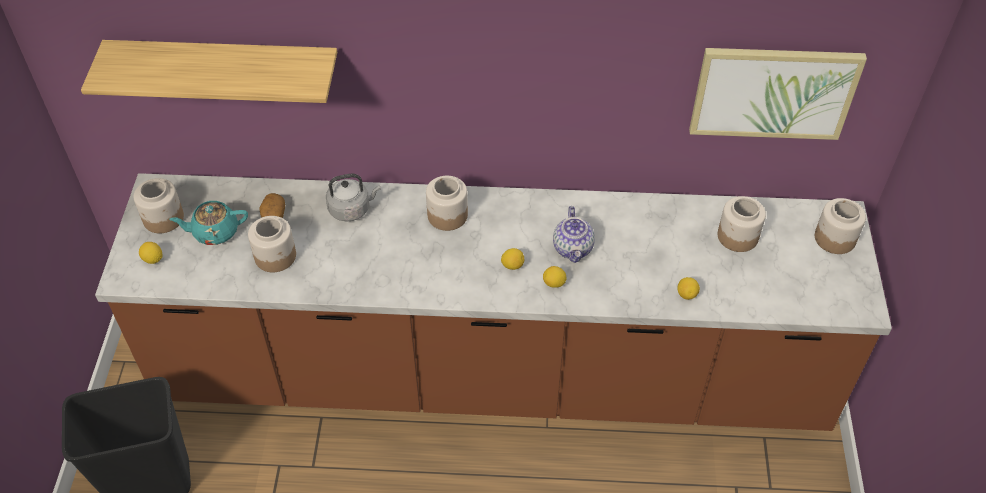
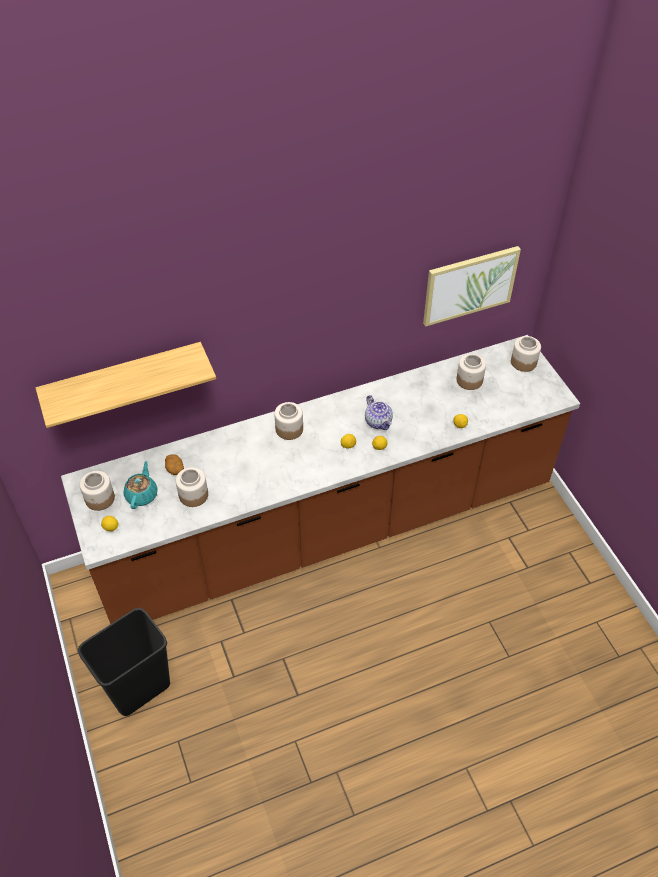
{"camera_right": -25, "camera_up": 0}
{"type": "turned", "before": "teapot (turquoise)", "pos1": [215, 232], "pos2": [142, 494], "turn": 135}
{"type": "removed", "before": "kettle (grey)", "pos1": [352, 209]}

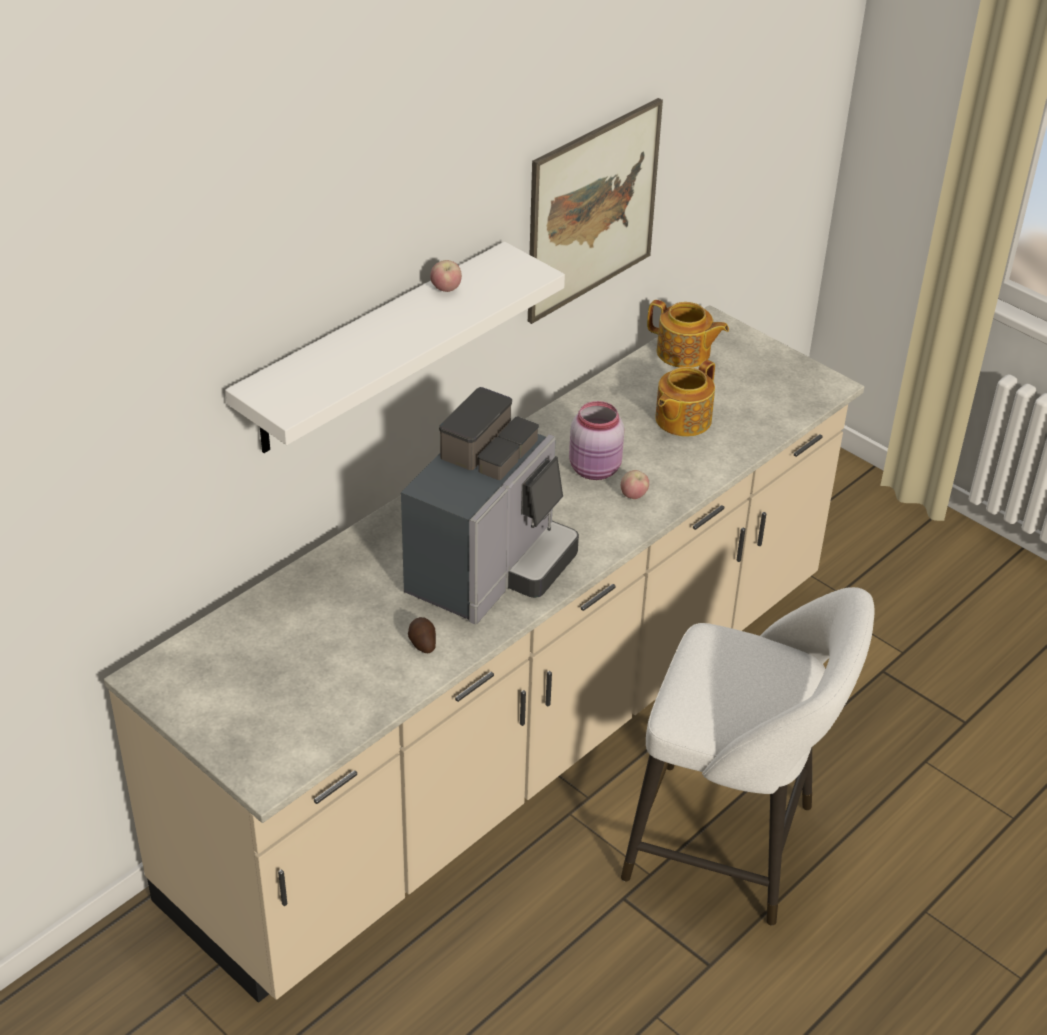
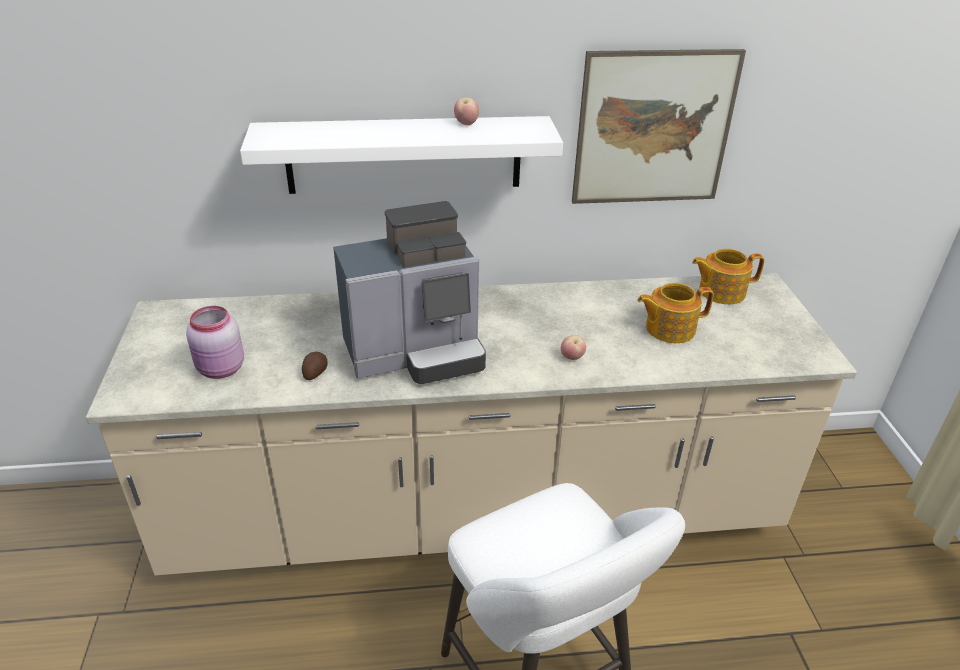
{"camera_right": 40, "camera_up": -5}
{"type": "moved", "before": "jar (pink)", "pos1": [596, 470], "pos2": [221, 370]}
{"type": "turned", "before": "teapot", "pos1": [684, 353], "pos2": [720, 291], "turn": 105}

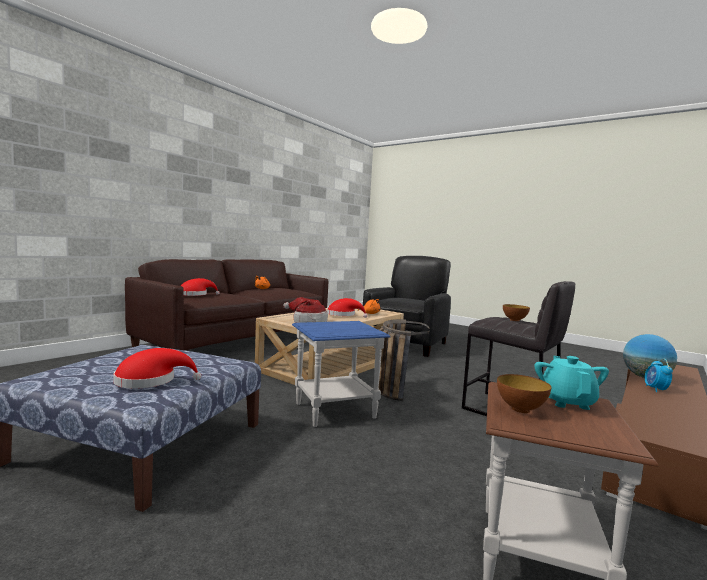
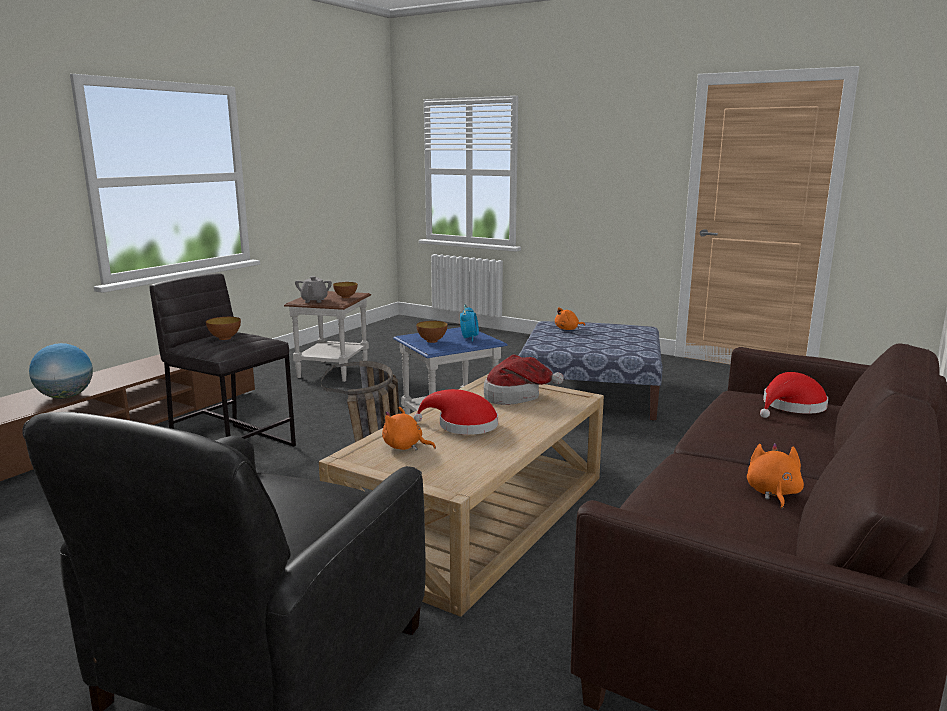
{"camera_right": 175, "camera_up": 10}
{"type": "replaced", "before": "hat (red)", "after": "plush toy (orange)", "pos1": [150, 381], "pos2": [568, 329]}
{"type": "recoloured", "before": "teapot (turquoise)", "after": "teapot (grey)", "pos1": [567, 402], "pos2": [314, 300]}
{"type": "moved", "before": "alarm clock", "pos1": [656, 389], "pos2": [469, 338]}
{"type": "added", "after": "bowl", "pos2": [432, 341]}

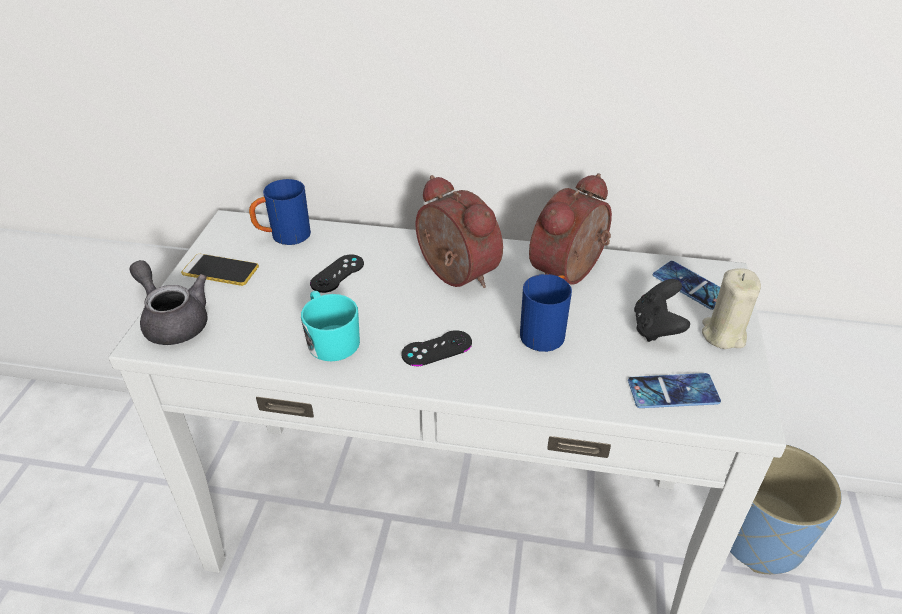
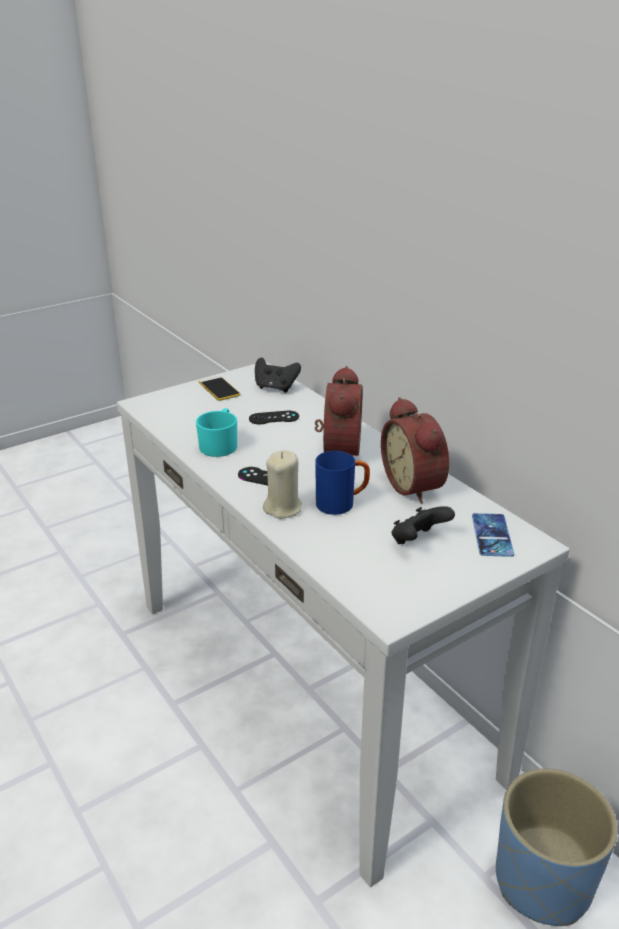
{"camera_right": 45, "camera_up": -10}
{"type": "removed", "before": "teapot (grey)", "pos1": [173, 320]}
{"type": "replaced", "before": "mug (blue)", "after": "game controller (black)", "pos1": [283, 237], "pos2": [275, 388]}
{"type": "turned", "before": "alarm clock", "pos1": [571, 273], "pos2": [415, 485], "turn": -105}
{"type": "removed", "before": "phone", "pos1": [673, 391]}
{"type": "moved", "before": "candle (beige)", "pos1": [723, 334], "pos2": [283, 508]}

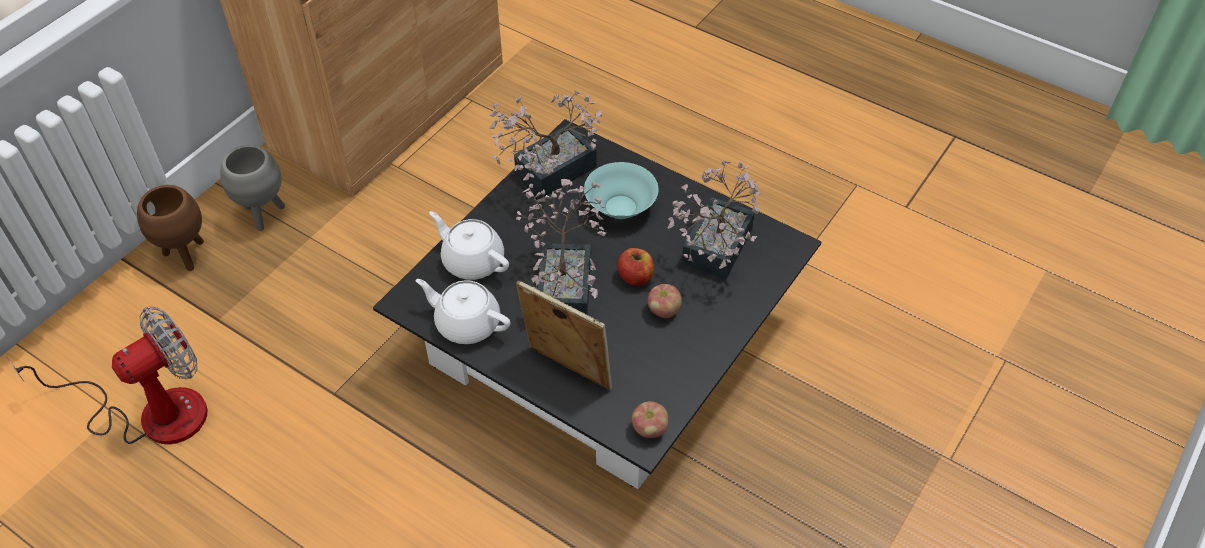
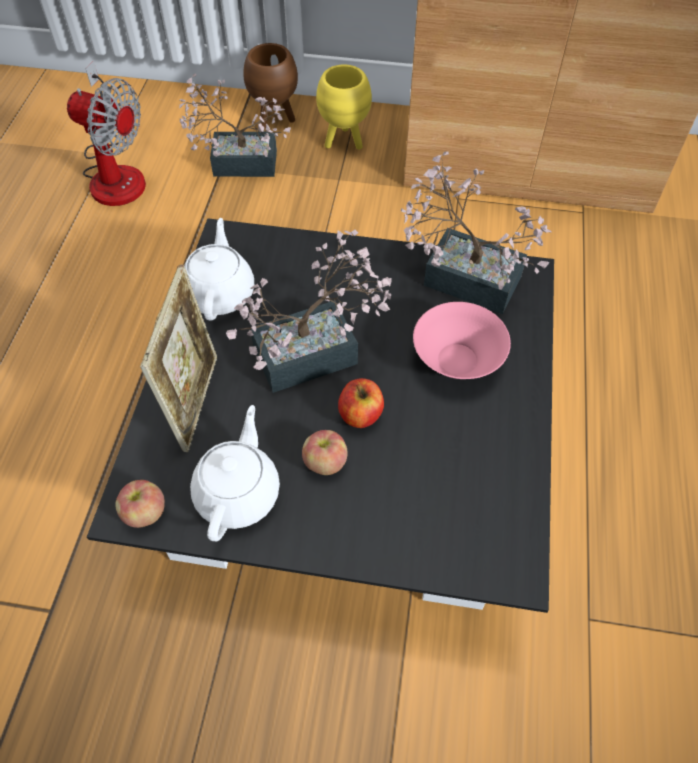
{"camera_right": 65, "camera_up": 5}
{"type": "recoloured", "before": "planter (grey)", "after": "planter (yellow)", "pos1": [264, 214], "pos2": [344, 141]}
{"type": "moved", "before": "teapot (white)", "pos1": [472, 260], "pos2": [239, 492]}
{"type": "recoloured", "before": "bowl (turquoise)", "after": "bowl (pink)", "pos1": [621, 207], "pos2": [457, 361]}
{"type": "moved", "before": "potted plant", "pos1": [712, 253], "pos2": [237, 162]}

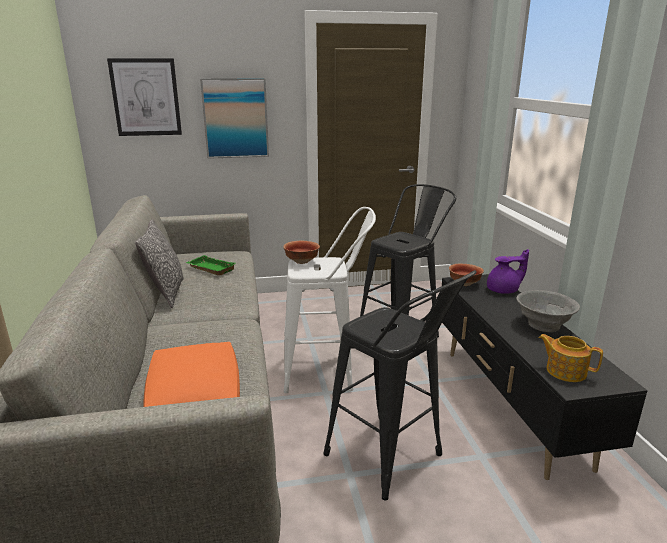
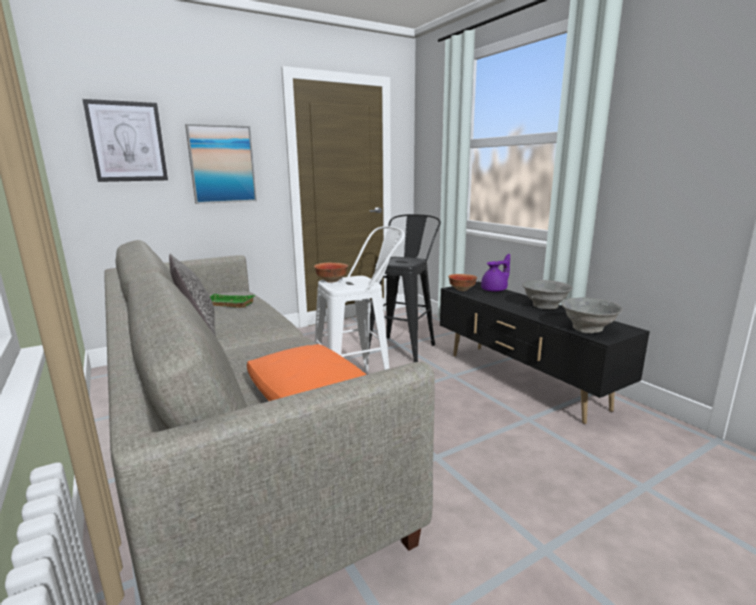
{"camera_right": -20, "camera_up": -5}
{"type": "removed", "before": "stool (black)", "pos1": [392, 461]}
{"type": "replaced", "before": "teapot", "after": "bowl (grey)", "pos1": [565, 371], "pos2": [588, 329]}

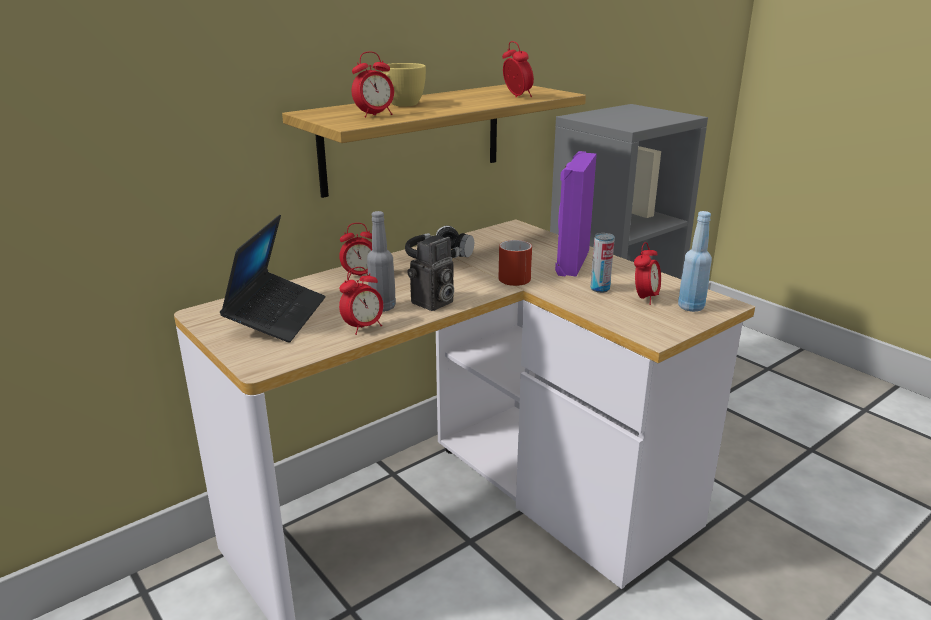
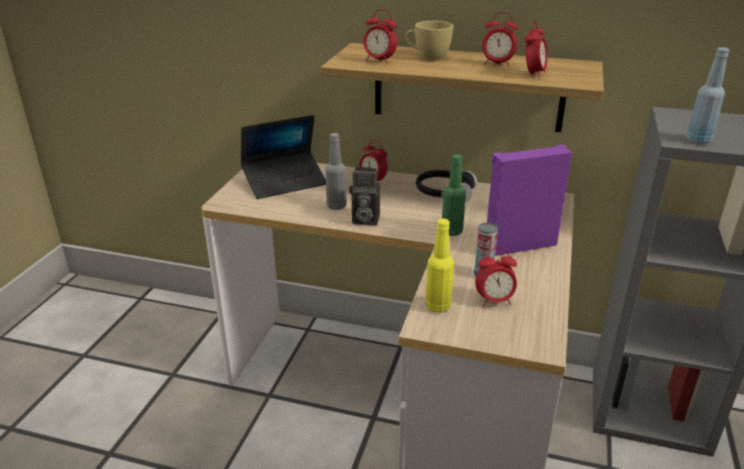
{"camera_right": 55, "camera_up": 5}
{"type": "moved", "before": "alarm clock", "pos1": [363, 327], "pos2": [497, 64]}
{"type": "replaced", "before": "mug (red)", "after": "bottle (green)", "pos1": [512, 277], "pos2": [451, 231]}
{"type": "moved", "before": "bottle (blue)", "pos1": [690, 307], "pos2": [698, 140]}
{"type": "added", "after": "bottle (yellow)", "pos2": [438, 306]}

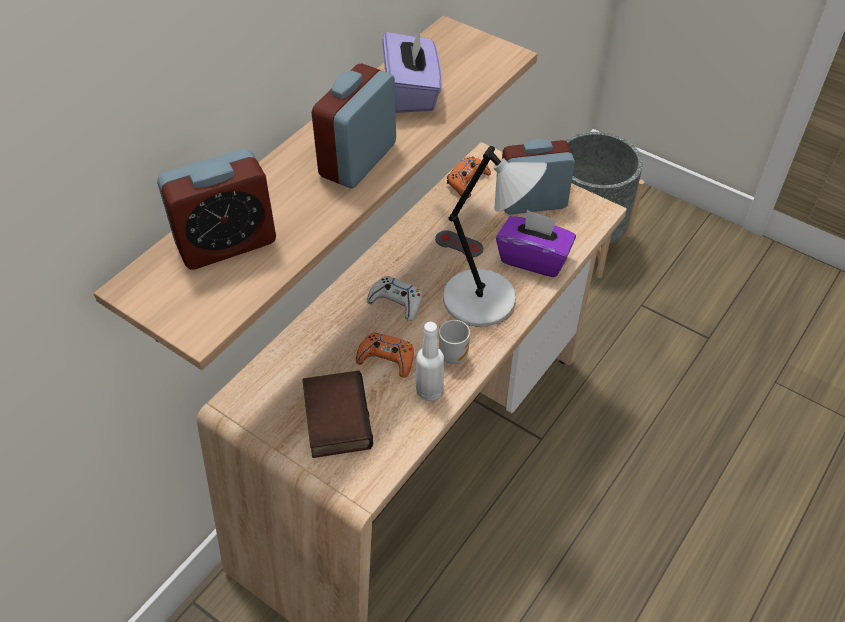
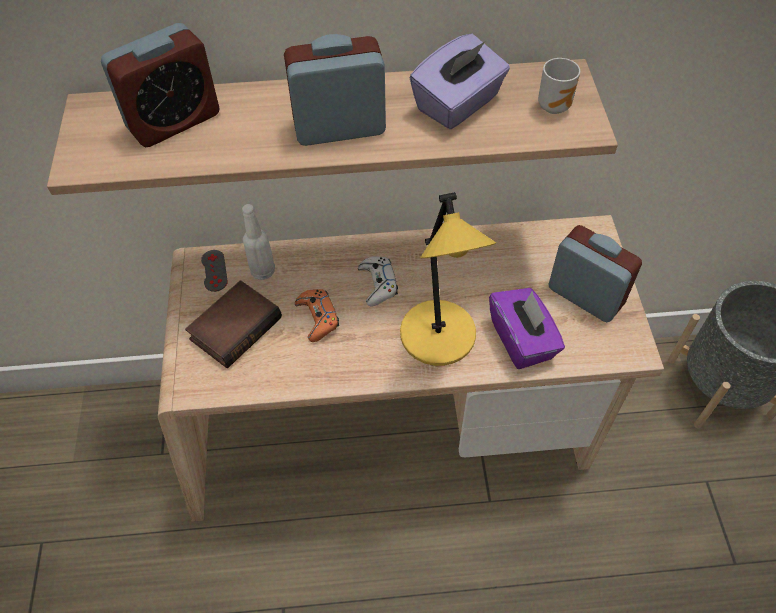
{"camera_right": 50, "camera_up": 5}
{"type": "turned", "before": "alarm clock", "pos1": [226, 243], "pos2": [174, 121], "turn": -60}
{"type": "moved", "before": "bottle (white)", "pos1": [429, 391], "pos2": [262, 271]}
{"type": "moved", "before": "game controller (grey)", "pos1": [459, 244], "pos2": [214, 270]}
{"type": "moved", "before": "mug", "pos1": [453, 354], "pos2": [555, 106]}
{"type": "recoloured", "before": "table lamp (grey)", "after": "table lamp (yellow)", "pos1": [483, 300], "pos2": [439, 338]}
{"type": "removed", "before": "game controller (orange)", "pos1": [467, 181]}

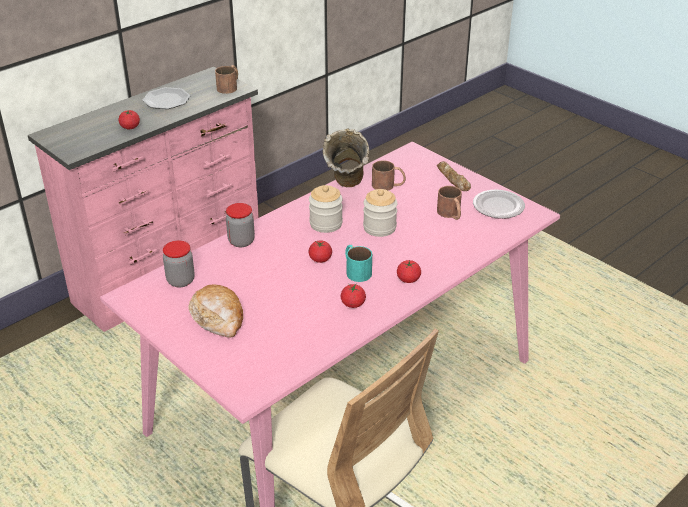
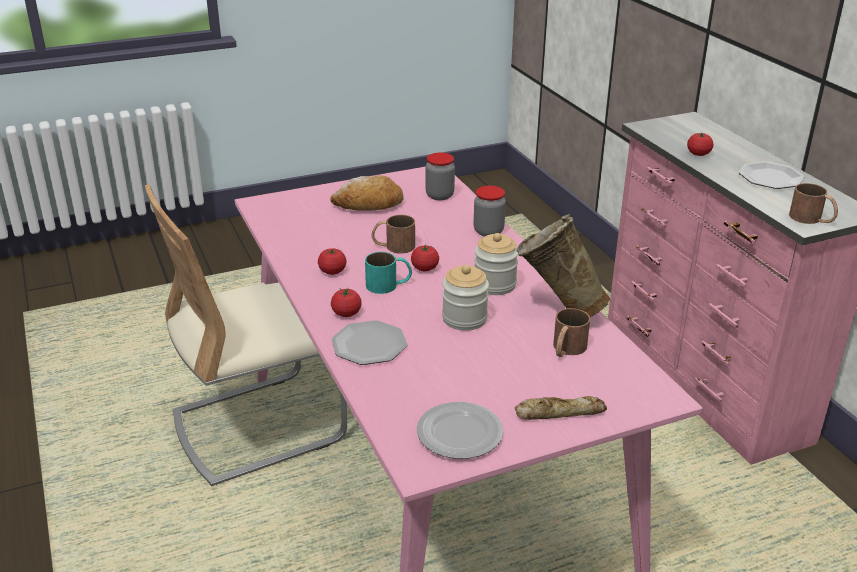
{"camera_right": 110, "camera_up": -5}
{"type": "moved", "before": "mug (brown)", "pos1": [451, 214], "pos2": [393, 246]}
{"type": "added", "after": "plate", "pos2": [369, 346]}

